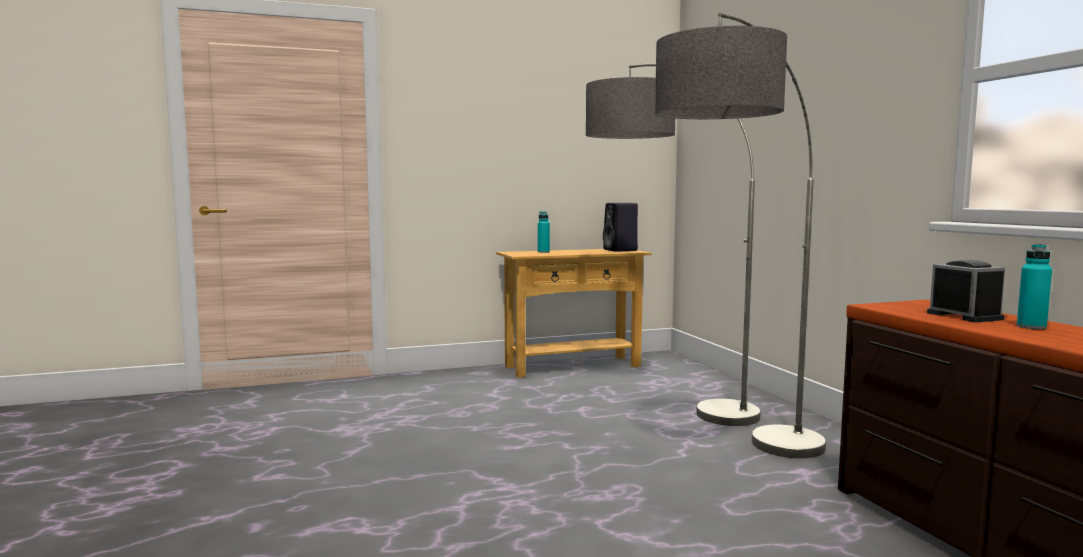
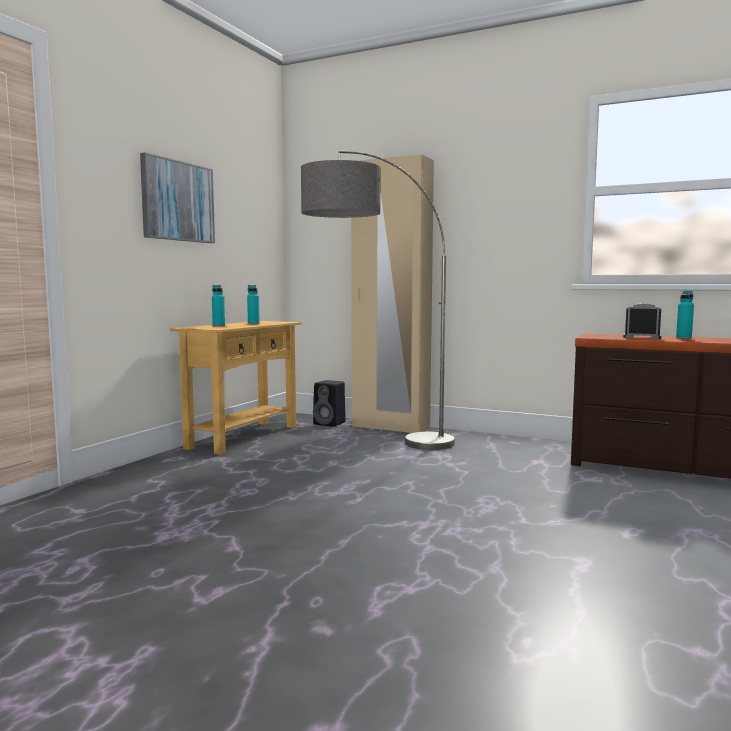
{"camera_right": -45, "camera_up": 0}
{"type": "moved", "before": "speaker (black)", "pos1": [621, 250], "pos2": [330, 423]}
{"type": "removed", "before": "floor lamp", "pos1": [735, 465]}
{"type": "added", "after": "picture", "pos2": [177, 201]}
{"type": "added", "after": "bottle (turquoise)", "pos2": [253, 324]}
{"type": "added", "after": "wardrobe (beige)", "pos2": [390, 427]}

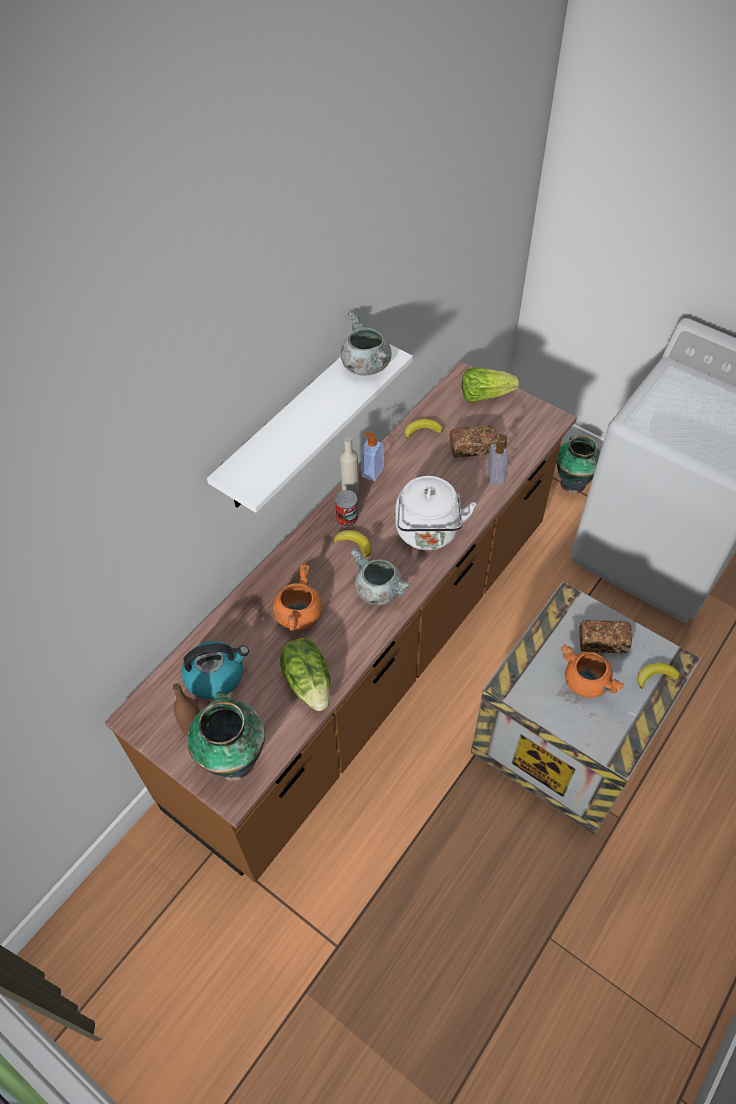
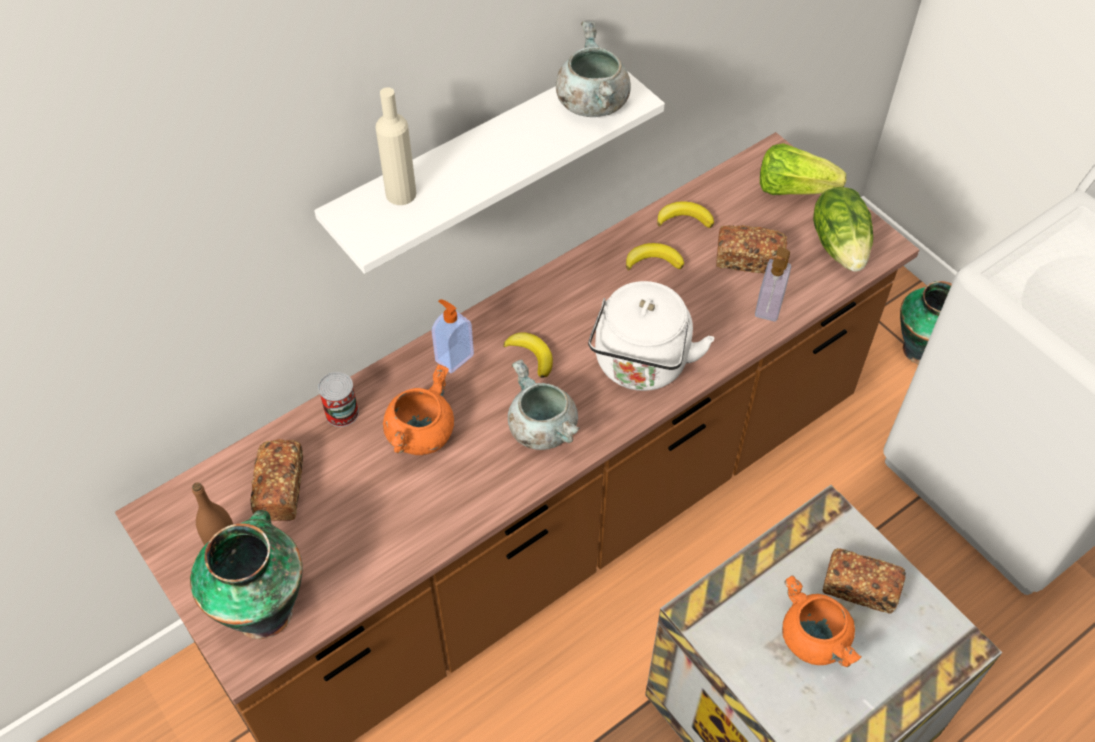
{"camera_right": 15, "camera_up": 0}
{"type": "replaced", "before": "kettle", "after": "bread", "pos1": [216, 675], "pos2": [280, 488]}
{"type": "moved", "before": "lettuce", "pos1": [309, 682], "pos2": [840, 245]}
{"type": "moved", "before": "can", "pos1": [347, 518], "pos2": [342, 412]}
{"type": "moved", "before": "bottle (beige)", "pos1": [350, 490], "pos2": [401, 194]}
{"type": "moved", "before": "soap dispenser", "pos1": [372, 472], "pos2": [453, 357]}
{"type": "moved", "before": "banana", "pos1": [655, 676], "pos2": [653, 261]}

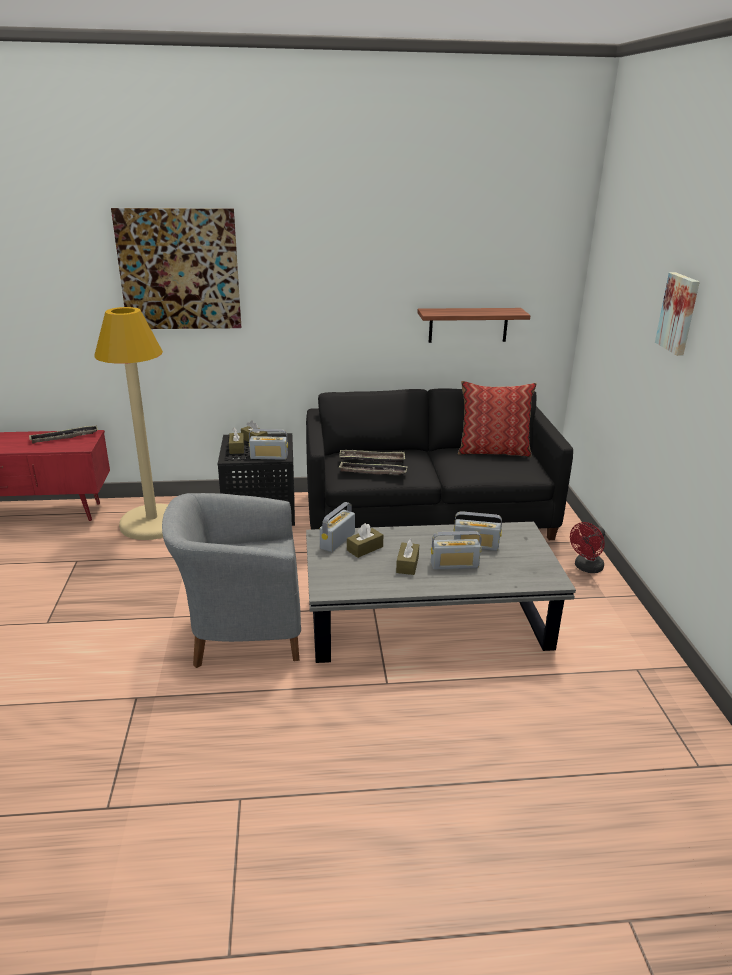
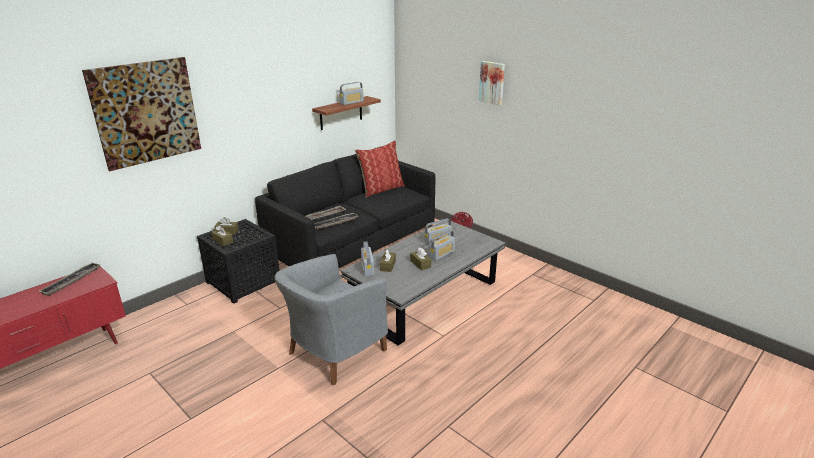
{"camera_right": -40, "camera_up": 0}
{"type": "removed", "before": "floor lamp (beige)", "pos1": [152, 523]}
{"type": "moved", "before": "radio", "pos1": [269, 457], "pos2": [352, 102]}

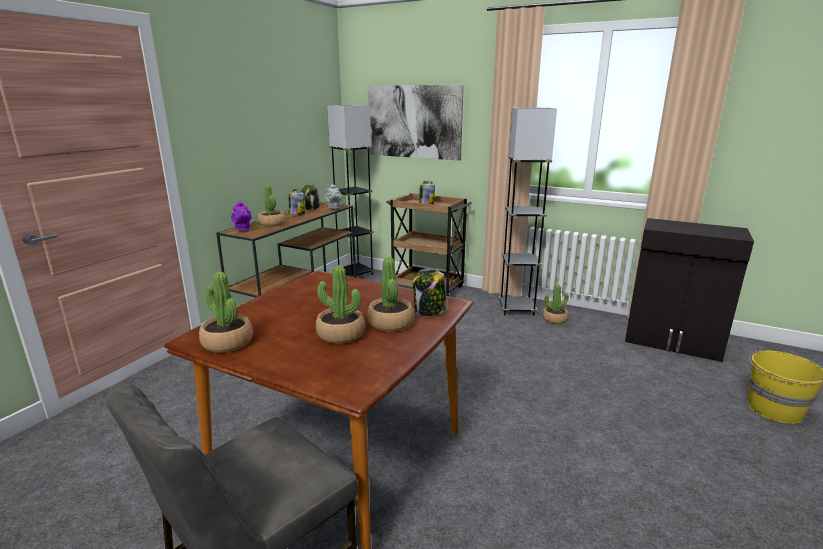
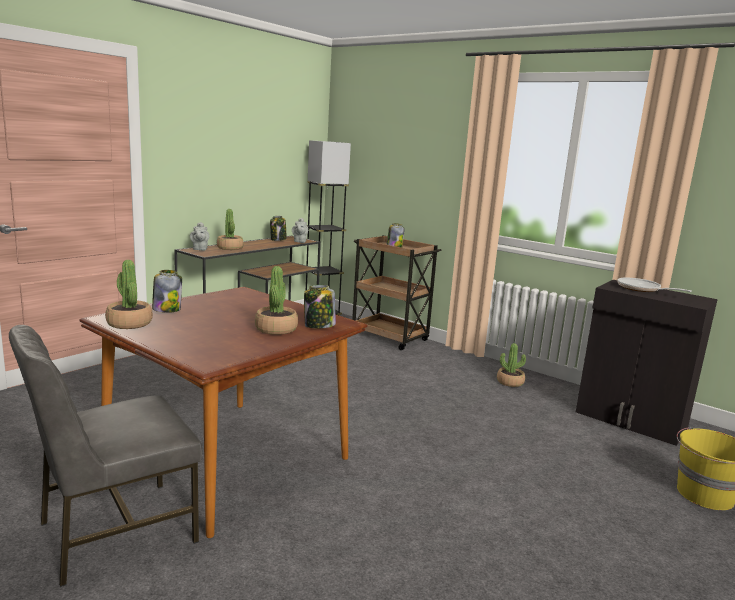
{"camera_right": 10, "camera_up": -5}
{"type": "recoloured", "before": "teapot (purple)", "after": "teapot (grey)", "pos1": [242, 229], "pos2": [200, 249]}
{"type": "moved", "before": "jar", "pos1": [297, 214], "pos2": [167, 309]}
{"type": "removed", "before": "potted plant", "pos1": [340, 334]}
{"type": "removed", "before": "picture", "pos1": [414, 122]}
{"type": "removed", "before": "floor lamp (grey)", "pos1": [517, 309]}
{"type": "added", "after": "frying pan", "pos2": [642, 289]}

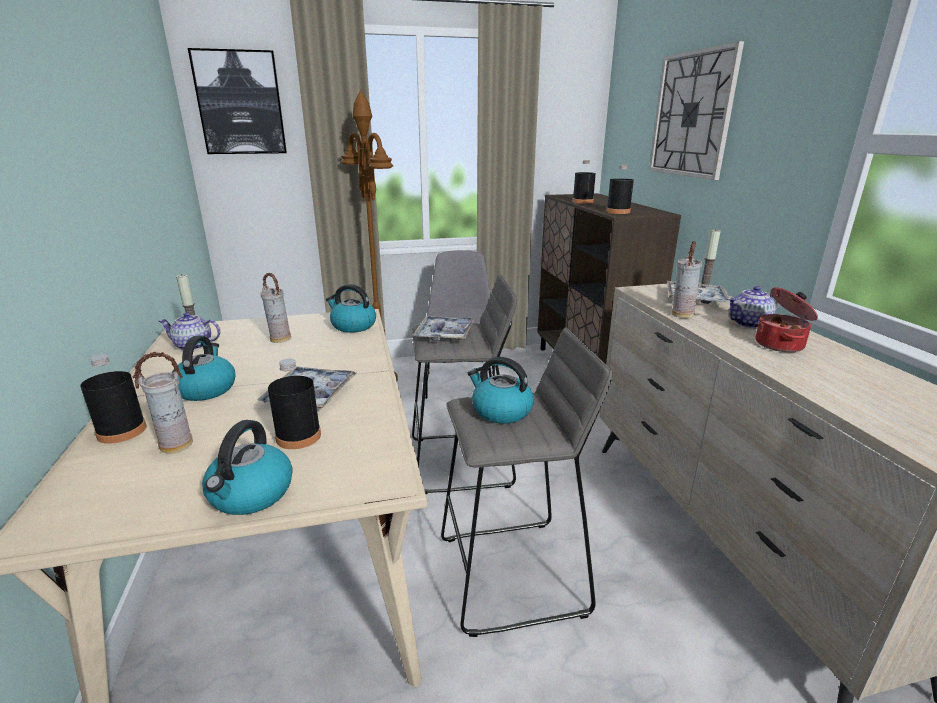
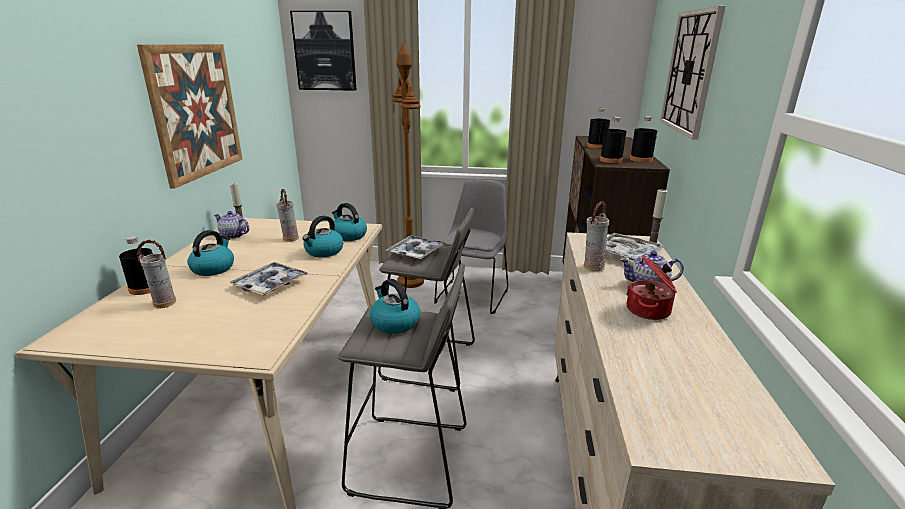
{"camera_right": 20, "camera_up": 0}
{"type": "moved", "before": "kettle", "pos1": [251, 494], "pos2": [324, 251]}
{"type": "moved", "before": "bottle (black)", "pos1": [298, 437], "pos2": [641, 159]}
{"type": "added", "after": "picture", "pos2": [196, 111]}

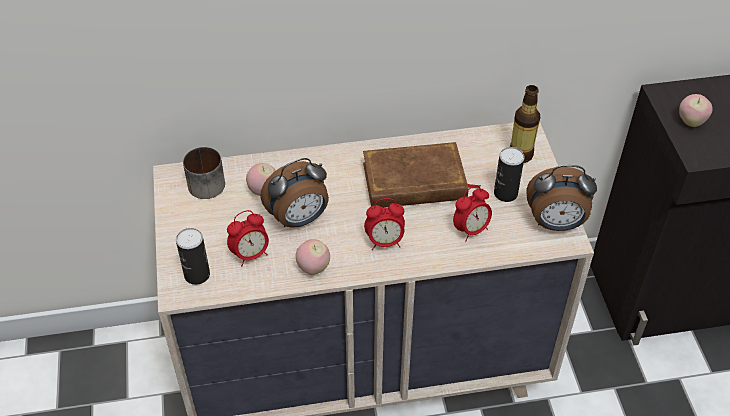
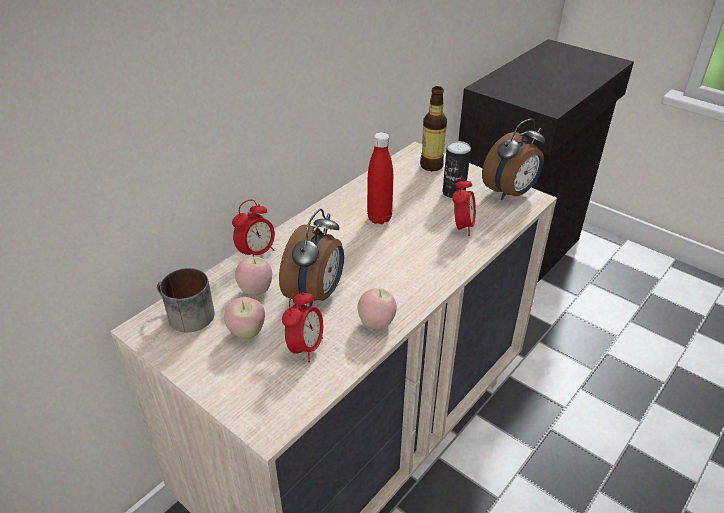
{"camera_right": -40, "camera_up": -10}
{"type": "removed", "before": "can", "pos1": [197, 274]}
{"type": "replaced", "before": "book (brown)", "after": "bottle (red)", "pos1": [415, 182], "pos2": [379, 218]}
{"type": "moved", "before": "alarm clock", "pos1": [385, 242], "pos2": [257, 253]}
{"type": "moved", "before": "apple", "pos1": [691, 122], "pos2": [247, 332]}

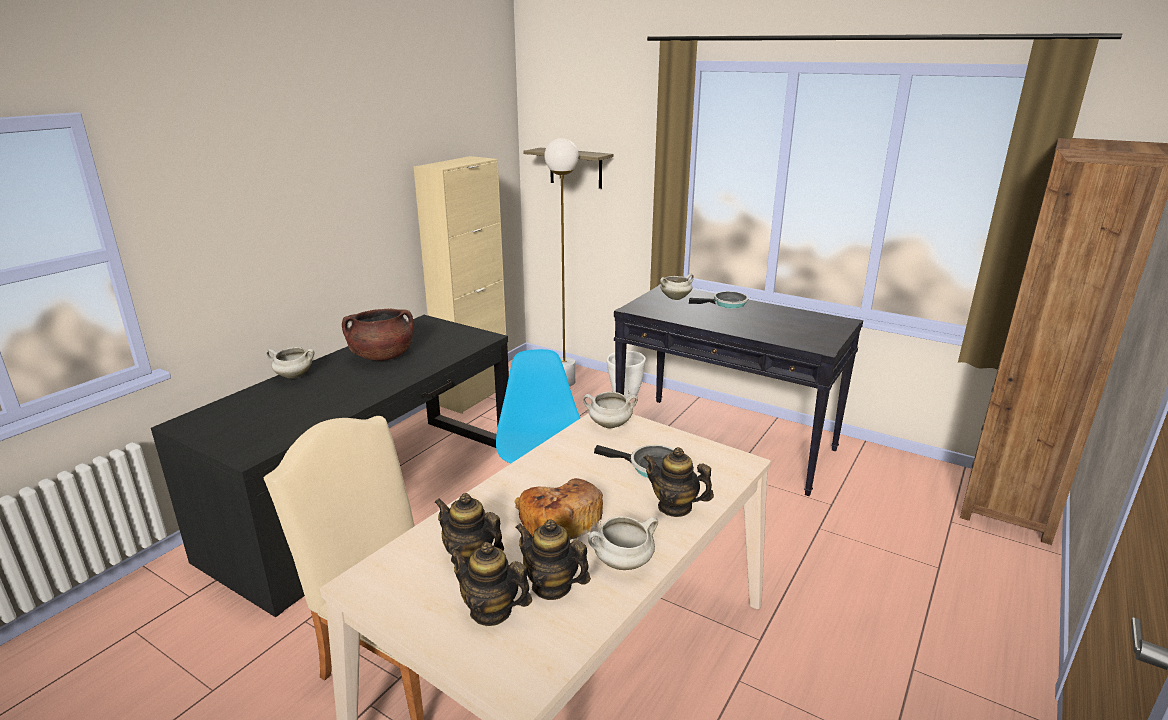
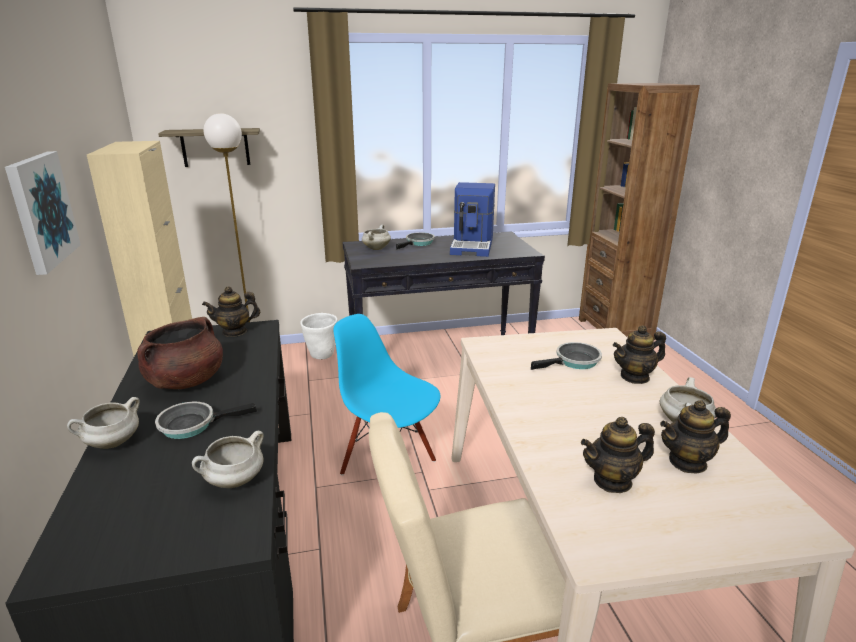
{"camera_right": -45, "camera_up": 0}
{"type": "moved", "before": "teapot", "pos1": [491, 611], "pos2": [235, 331]}
{"type": "removed", "before": "bread", "pos1": [559, 520]}
{"type": "moved", "before": "cooking pot (white)", "pos1": [609, 425], "pos2": [234, 482]}
{"type": "added", "after": "picture", "pos2": [41, 210]}
{"type": "added", "after": "frying pan", "pos2": [192, 425]}
{"type": "added", "after": "coffee machine", "pos2": [473, 246]}

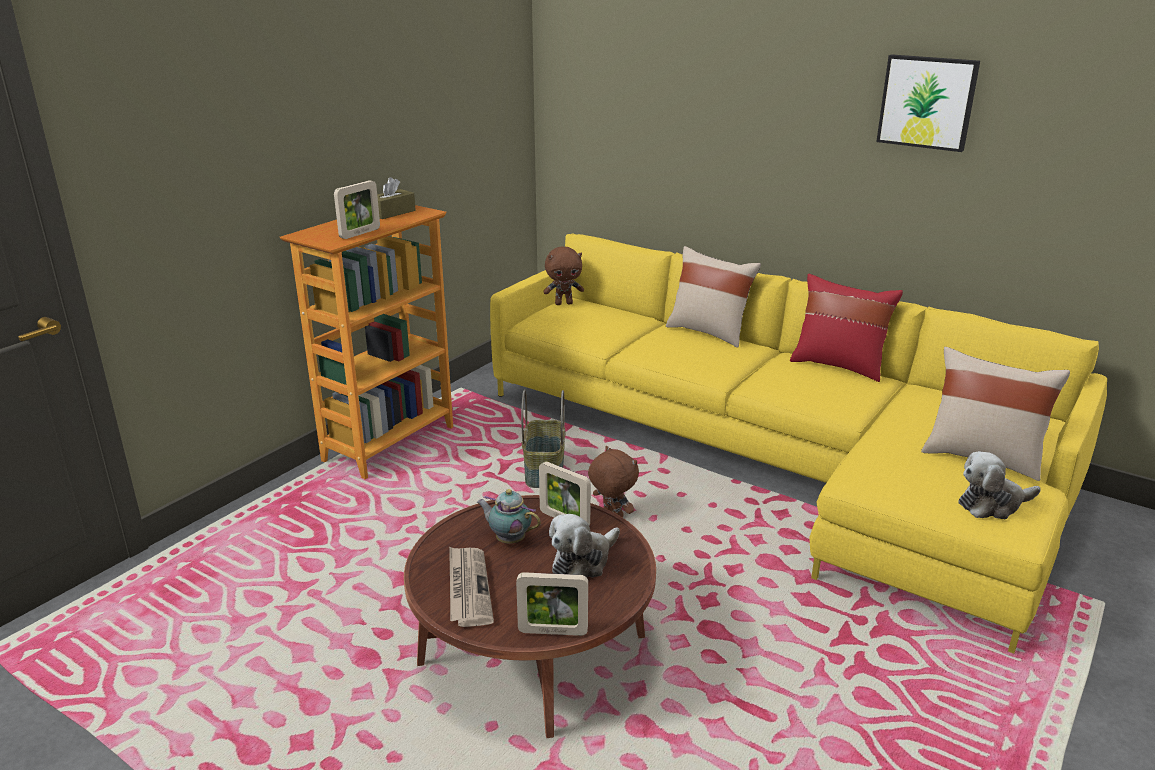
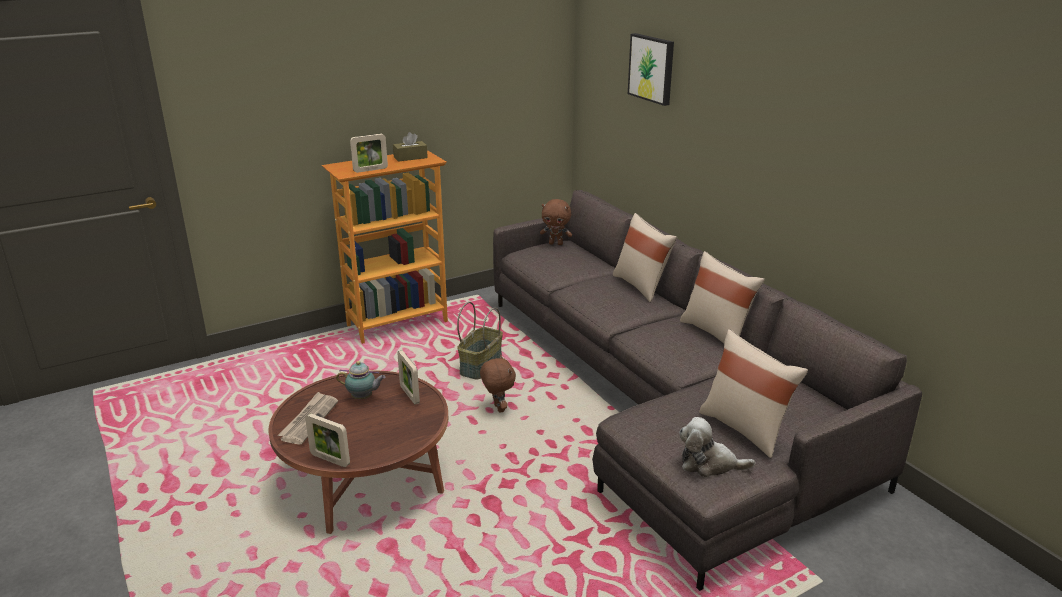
{"camera_right": 25, "camera_up": 0}
{"type": "turned", "before": "teapot", "pos1": [509, 539], "pos2": [363, 398], "turn": 135}
{"type": "recoloured", "before": "sofa (yellow)", "after": "sofa (grey)", "pos1": [778, 460], "pos2": [661, 401]}
{"type": "removed", "before": "plush toy", "pos1": [583, 561]}
{"type": "recoloured", "before": "pillow (red)", "after": "pillow (beige)", "pos1": [838, 365], "pos2": [716, 332]}
{"type": "moved", "before": "picture", "pos1": [927, 102], "pos2": [652, 68]}

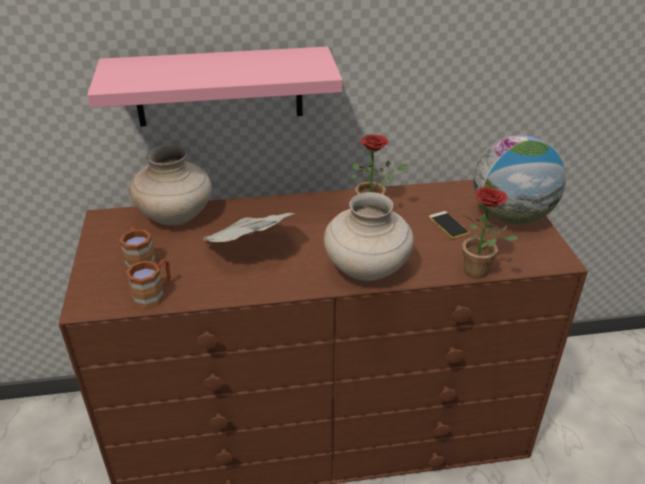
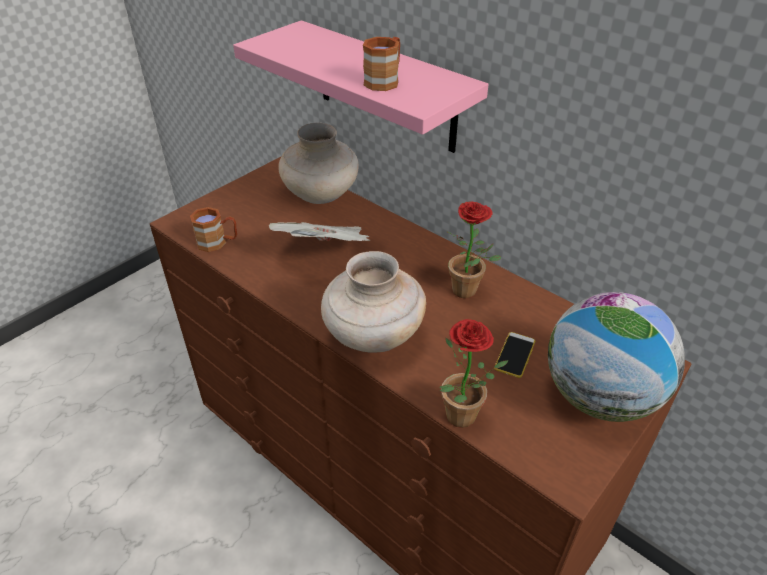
{"camera_right": 50, "camera_up": 5}
{"type": "moved", "before": "mug (brown)", "pos1": [140, 261], "pos2": [385, 80]}

